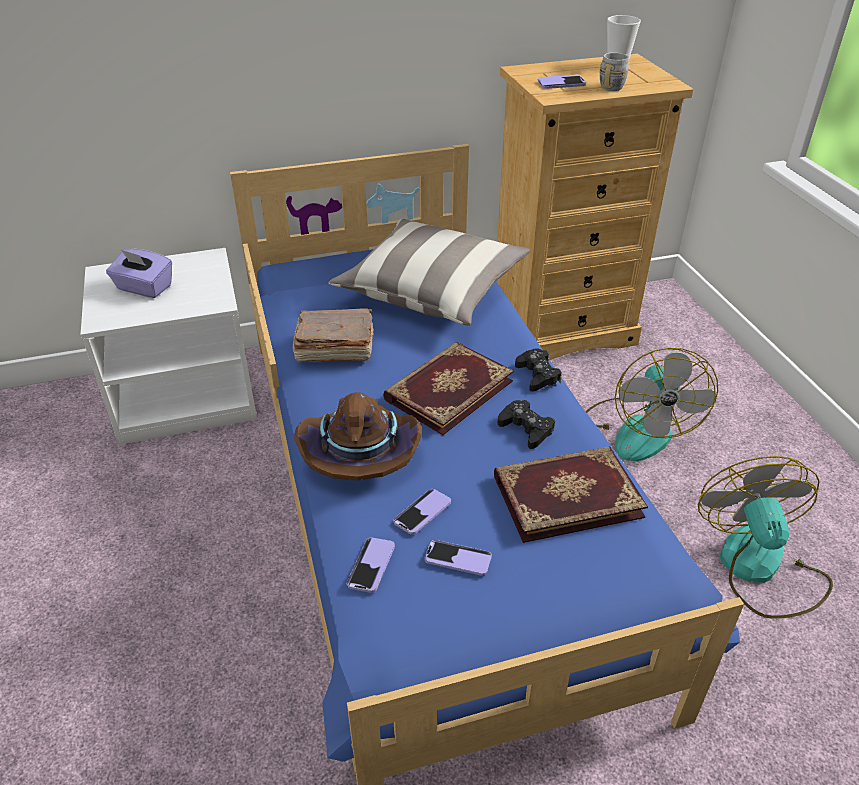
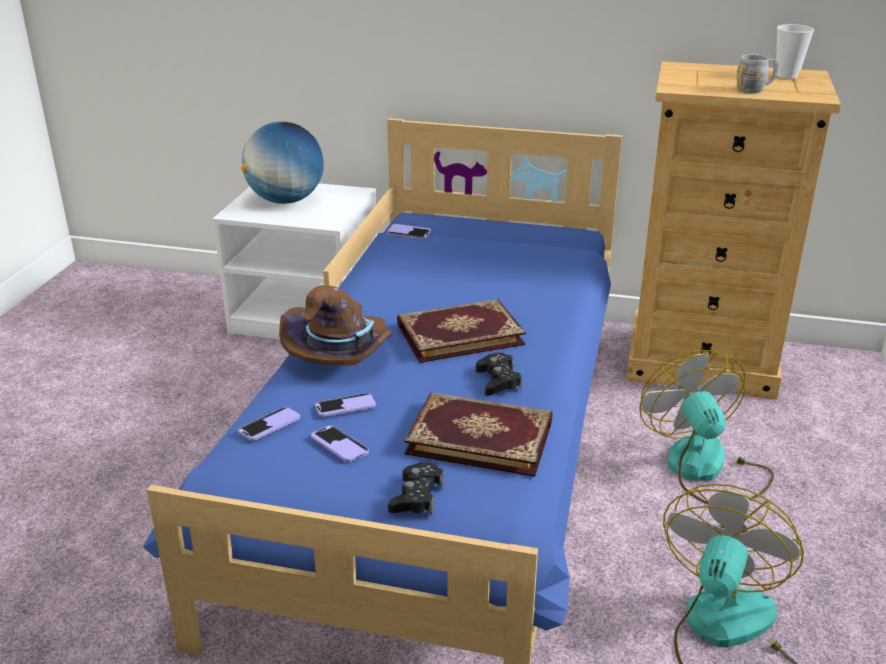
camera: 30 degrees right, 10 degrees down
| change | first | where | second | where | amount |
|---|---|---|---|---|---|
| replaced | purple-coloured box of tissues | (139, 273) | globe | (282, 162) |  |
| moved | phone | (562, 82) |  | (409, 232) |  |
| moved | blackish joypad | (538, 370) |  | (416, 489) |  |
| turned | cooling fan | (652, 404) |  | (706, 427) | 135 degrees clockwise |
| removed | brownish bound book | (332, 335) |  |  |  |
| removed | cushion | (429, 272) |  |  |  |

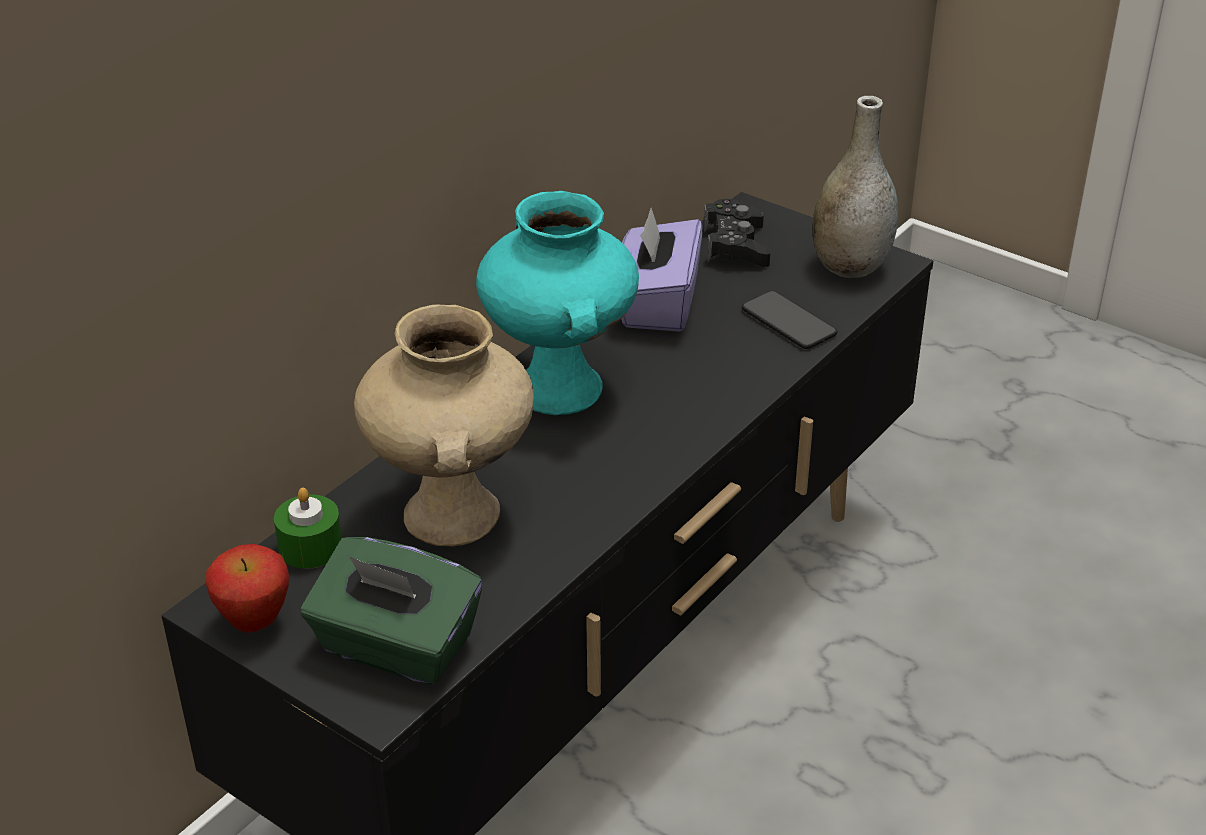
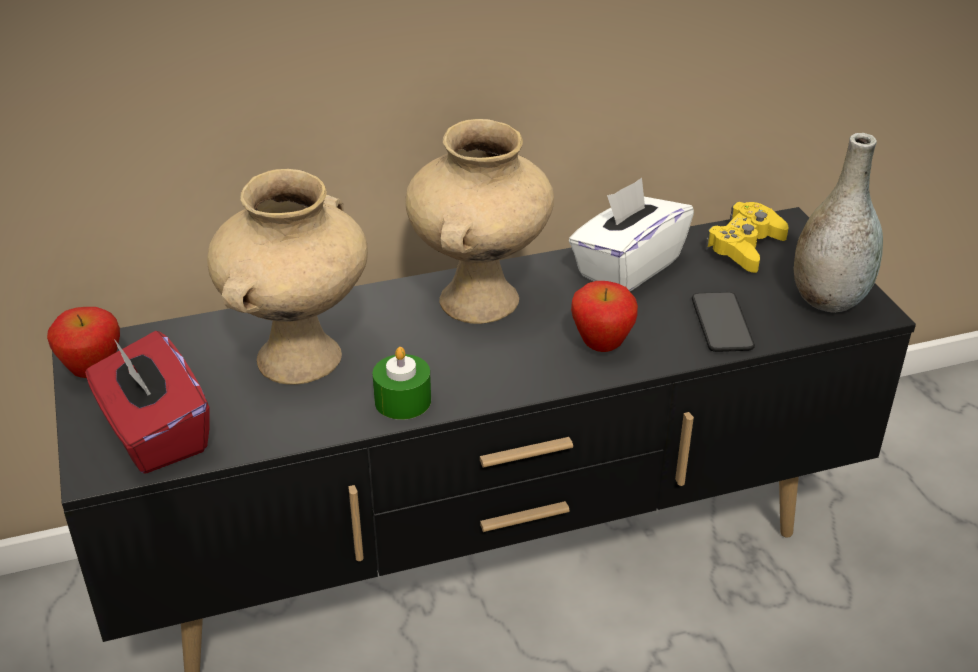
camera: 35 degrees right, 0 degrees up
| change | first | where | second | where | amount |
|---|---|---|---|---|---|
| recoloured | green box of tissues | (392, 611) | red box of tissues | (147, 402) |  |
| moved | green wax candle | (308, 528) |  | (401, 383) |  |
| recoloured | turquoise-coloured flower vase | (557, 303) | sand-coloured flower vase | (480, 221) |  |
| recoloured | purple-coloured box of tissues | (661, 270) | white box of tissues | (631, 234) |  |
| added |  |  | whole apple | (604, 316) |  |
| recoloured | blackish joypad | (737, 233) | yellowish joypad | (747, 237) |  |

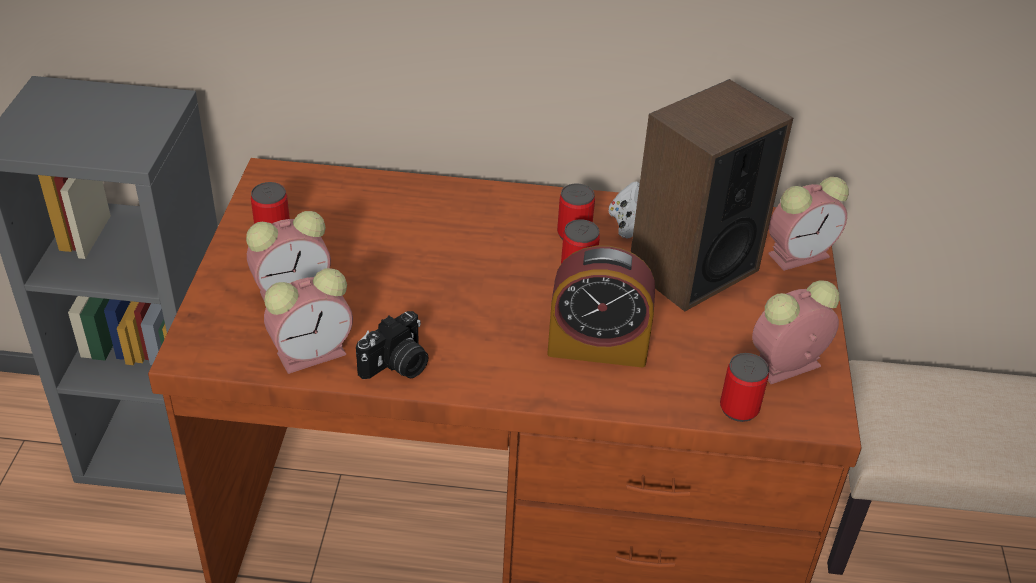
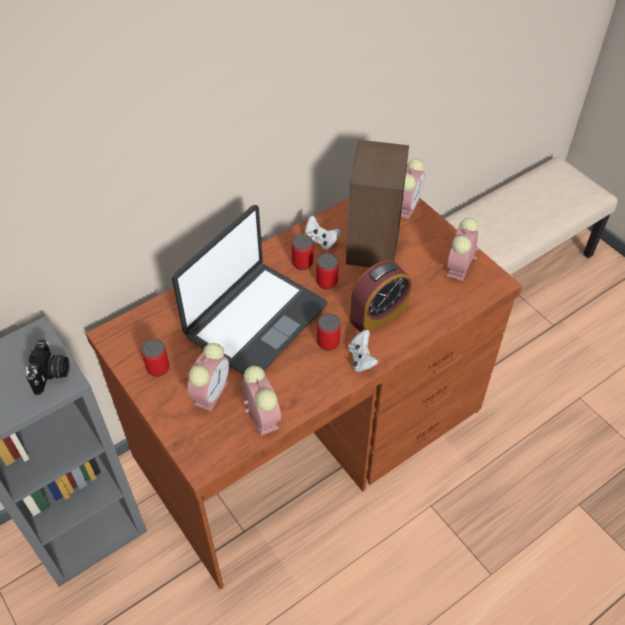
camera: 40 degrees left, 10 degrees up
| change | first | where | second | where | amount |
|---|---|---|---|---|---|
| moved | photo camera | (392, 345) |  | (47, 367) |  |
| added |  |  | laptop | (249, 290) |  |
| turned | bedside clock | (308, 321) |  | (261, 401) | 45 degrees counterclockwise |
| moved | can | (744, 387) |  | (329, 332) |  |
| added |  |  | white joypad | (363, 351) |  |

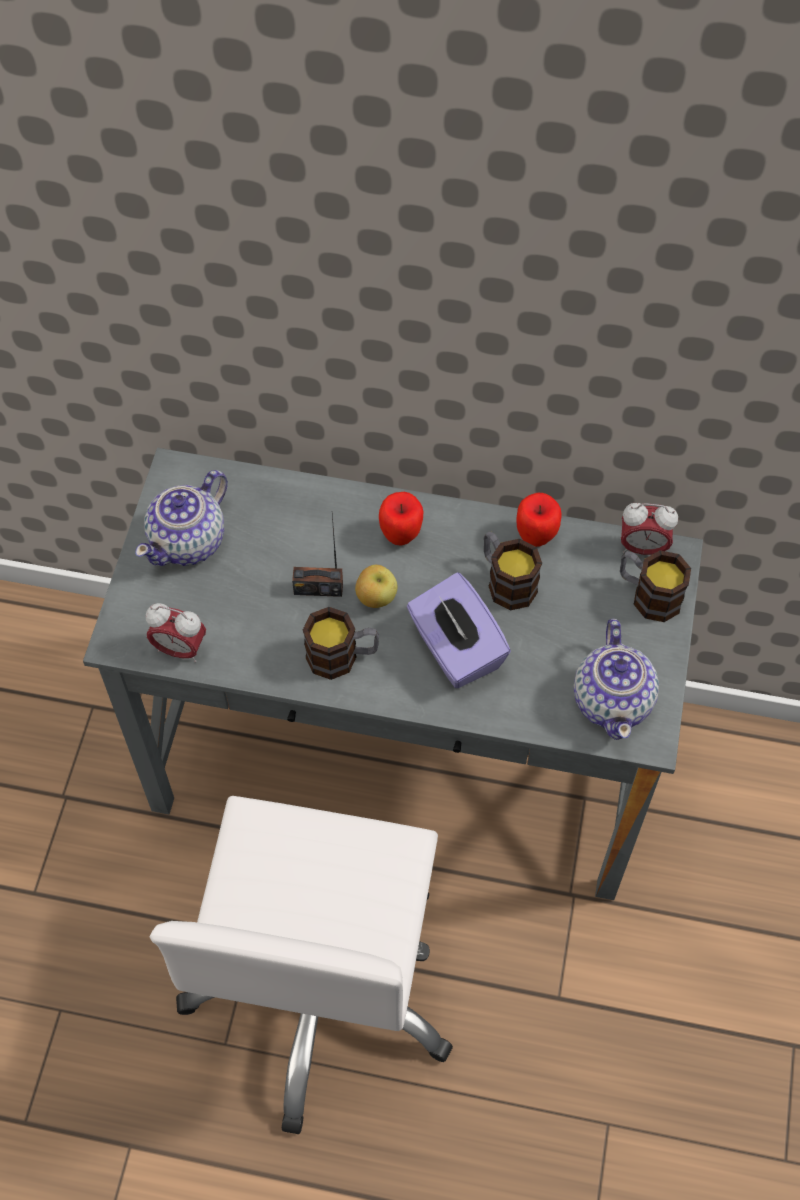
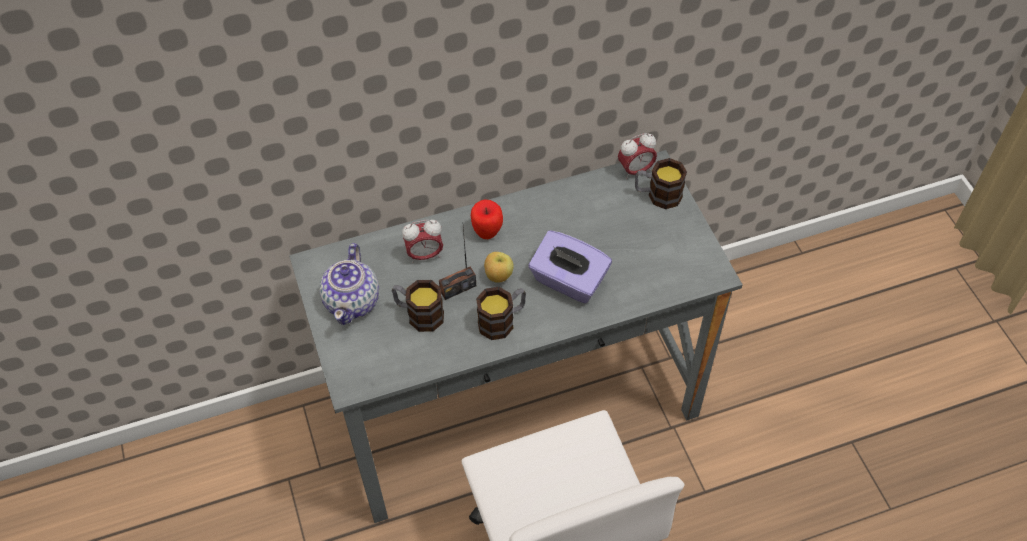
camera: 30 degrees left, 5 degrees down
| change | first | where | second | where | amount |
|---|---|---|---|---|---|
| moved | tea mug | (513, 571) |  | (418, 306) |  |
| moved | bedside clock | (176, 632) |  | (422, 241) |  |
| removed | whole apple | (538, 520) |  |  |  |
| removed | tea pot | (616, 679) |  |  |  |

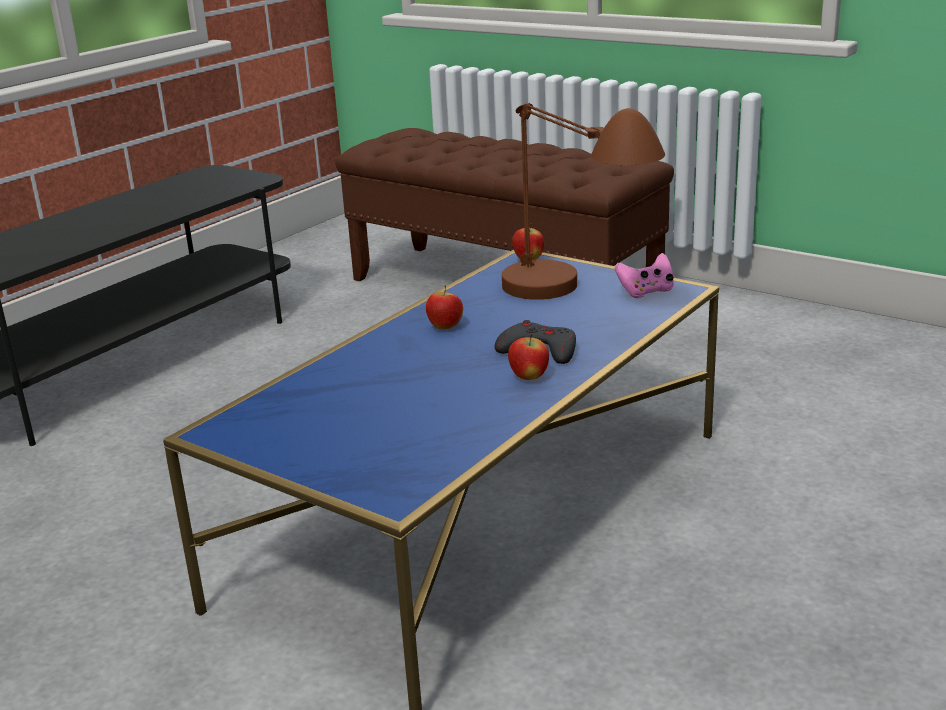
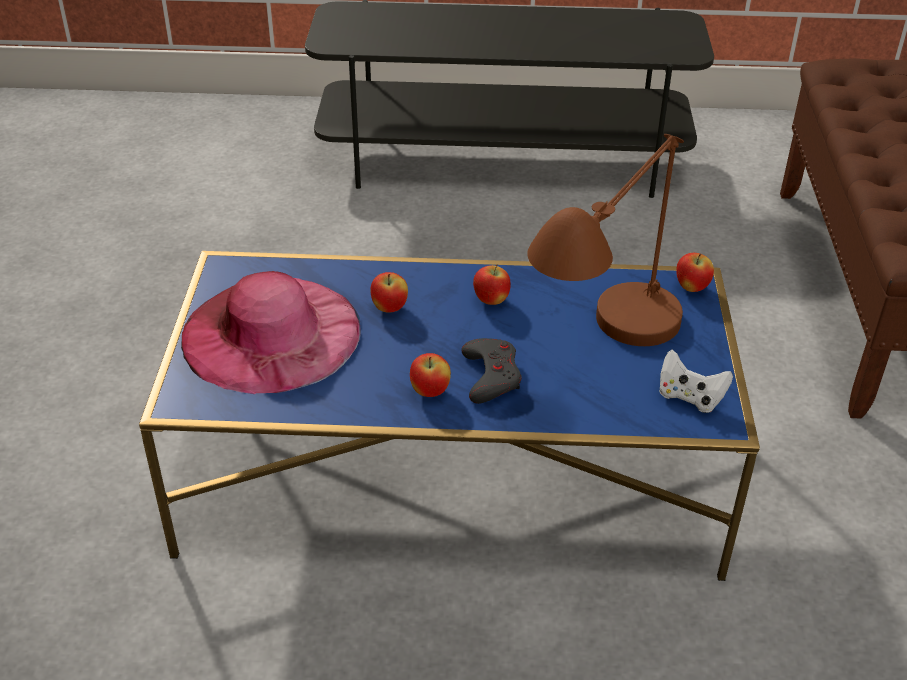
camera: 55 degrees right, 15 degrees up
| change | first | where | second | where | amount |
|---|---|---|---|---|---|
| added |  |  | pink wearable hat | (271, 332) |  |
| added |  |  | whole apple | (389, 292) |  |
| recoloured | pink joypad | (644, 275) | white joypad | (696, 381) |  |

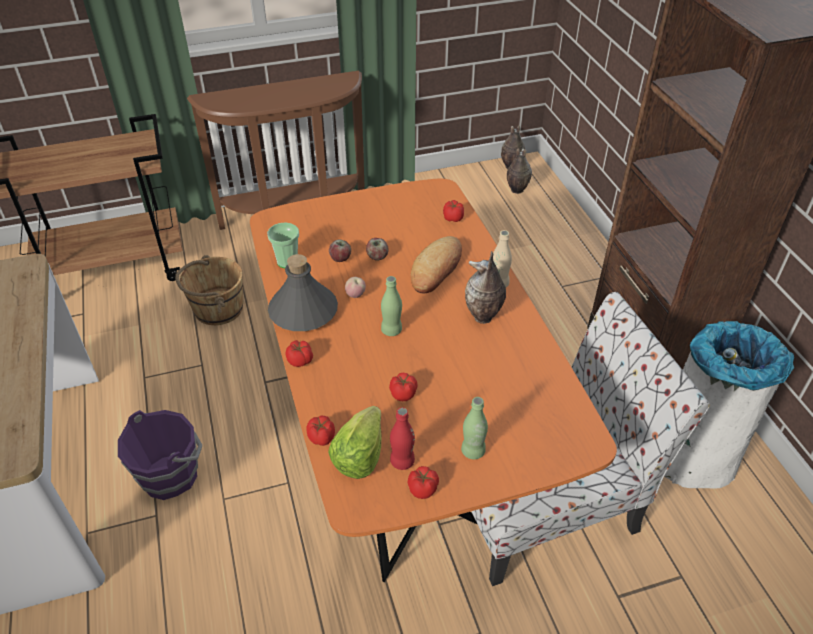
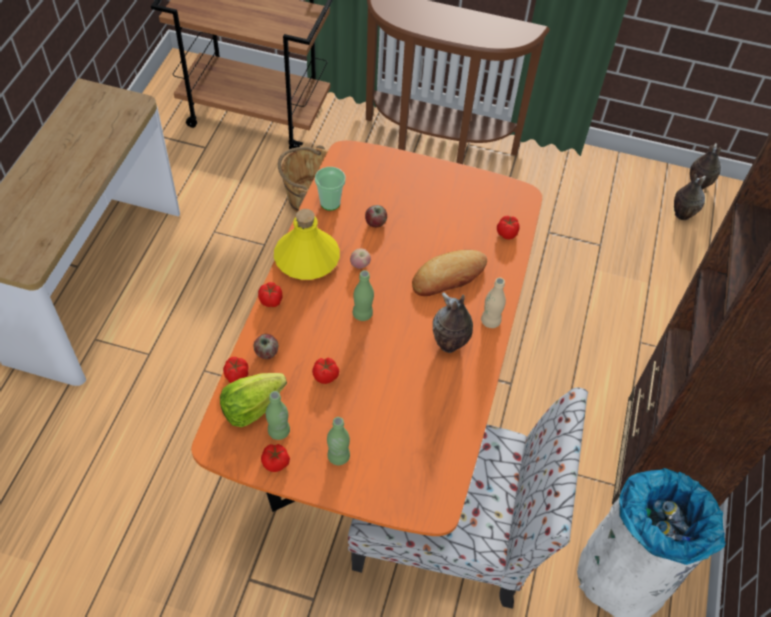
camera: 30 degrees right, 10 degrees up
| change | first | where | second | where | amount |
|---|---|---|---|---|---|
| moved | whole apple | (377, 249) |  | (266, 346) |  |
| recoloured | red bottle | (402, 438) | green bottle | (278, 415) |  |
| recoloured | greyish bottle | (303, 292) | yellowish bottle | (307, 244) |  |
| removed | purple-coloured pail | (160, 455) |  |  |  |

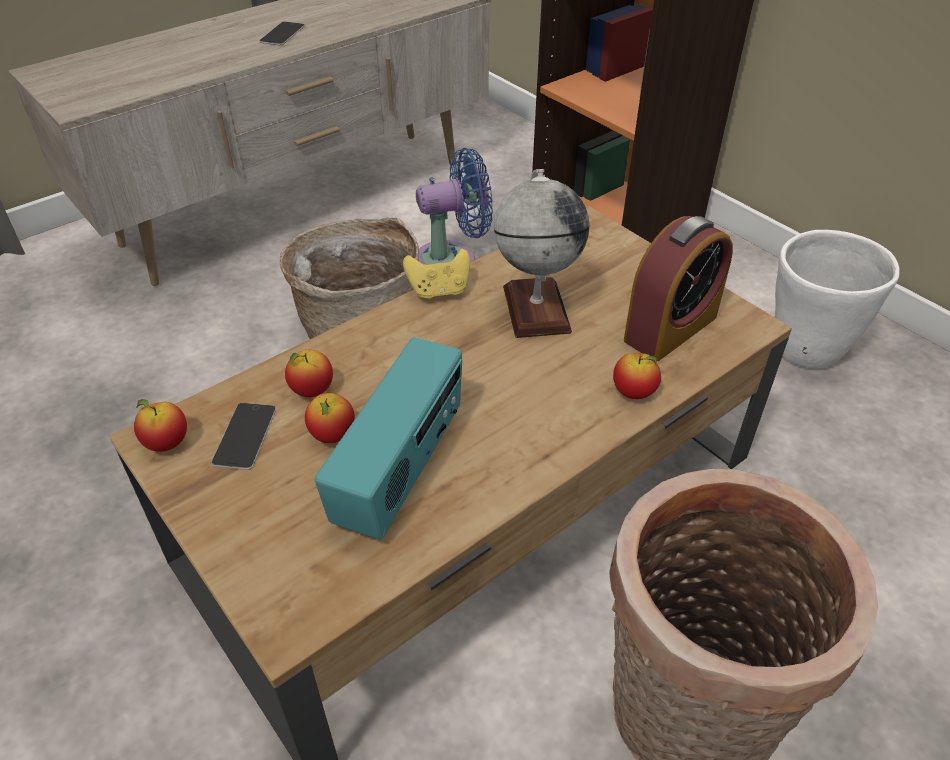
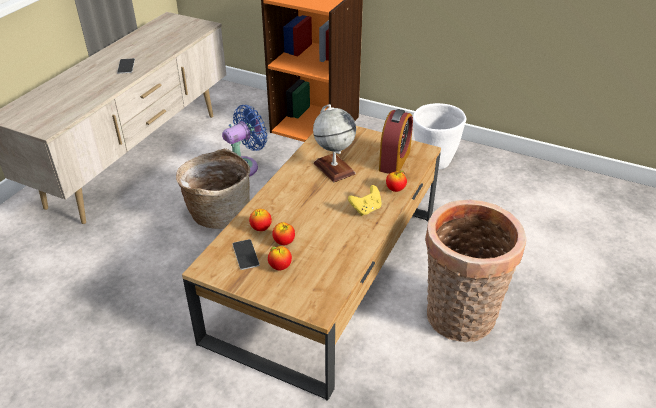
camera: 25 degrees left, 5 degrees down
| change | first | where | second | where | amount |
|---|---|---|---|---|---|
| moved | whole apple | (160, 425) |  | (280, 258) |  |
| moved | yellowish joypad | (436, 274) |  | (365, 200) |  |
| removed | radio | (388, 438) |  |  |  |

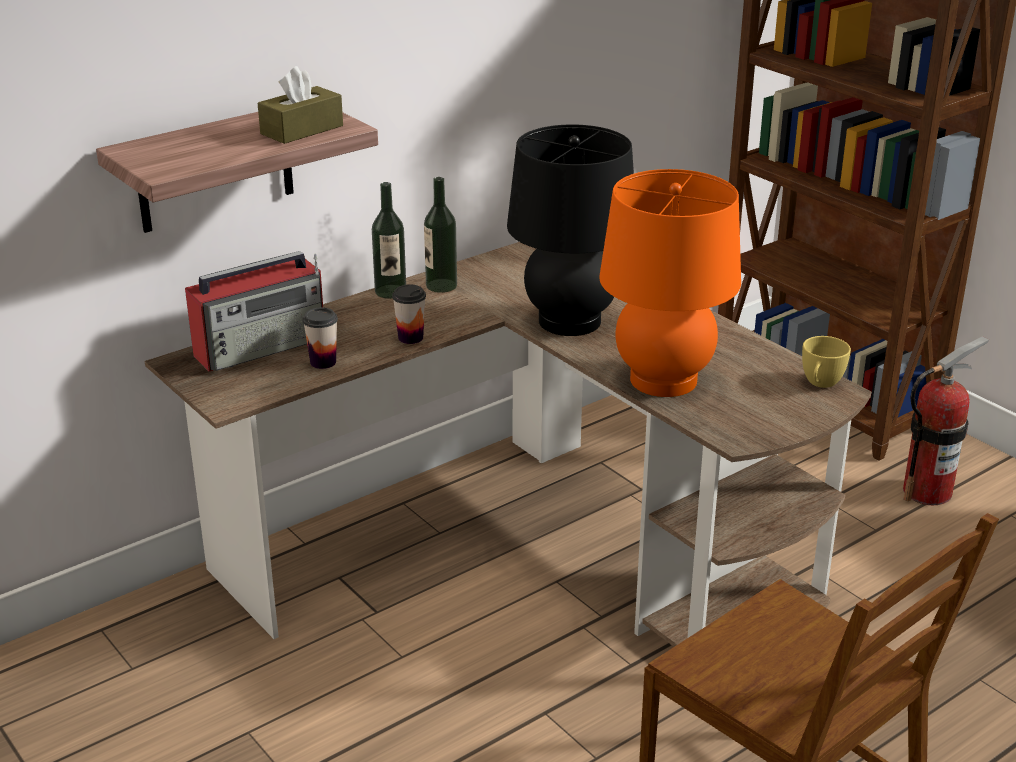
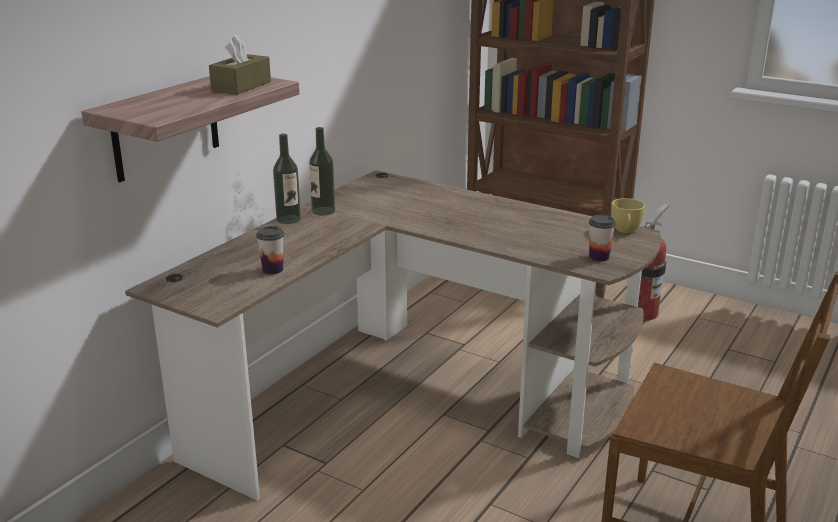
camera: 20 degrees left, 5 degrees down
| change | first | where | second | where | amount |
|---|---|---|---|---|---|
| moved | small cup | (409, 314) |  | (602, 238) |  |
| removed | radio | (254, 311) |  |  |  |
| removed | blackish lamp for a table | (570, 230) |  |  |  |
| removed | orange lamp for a table | (670, 283) |  |  |  |

